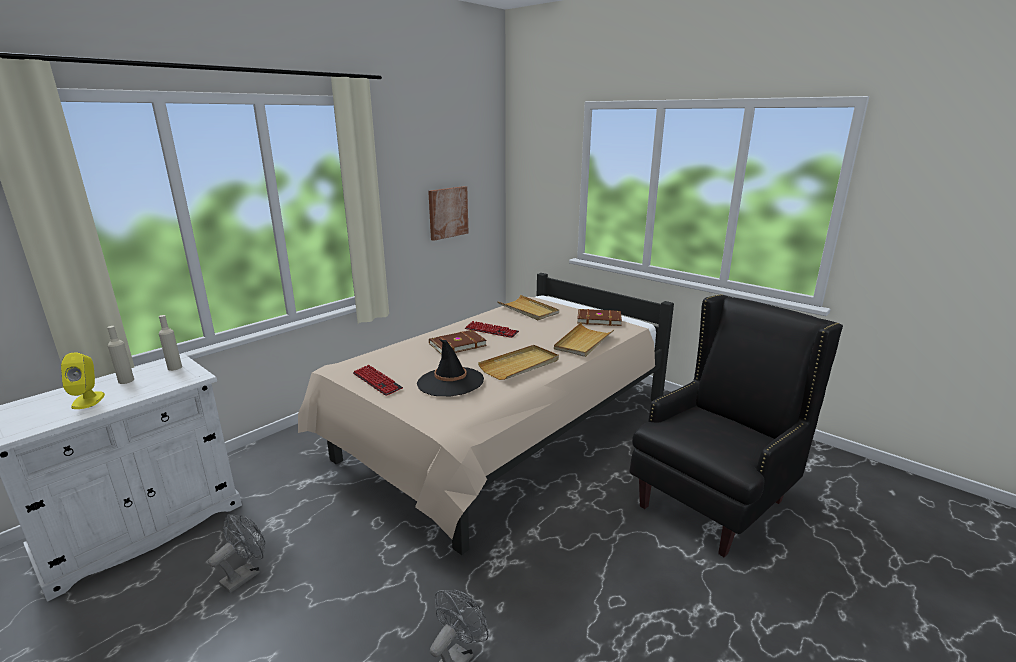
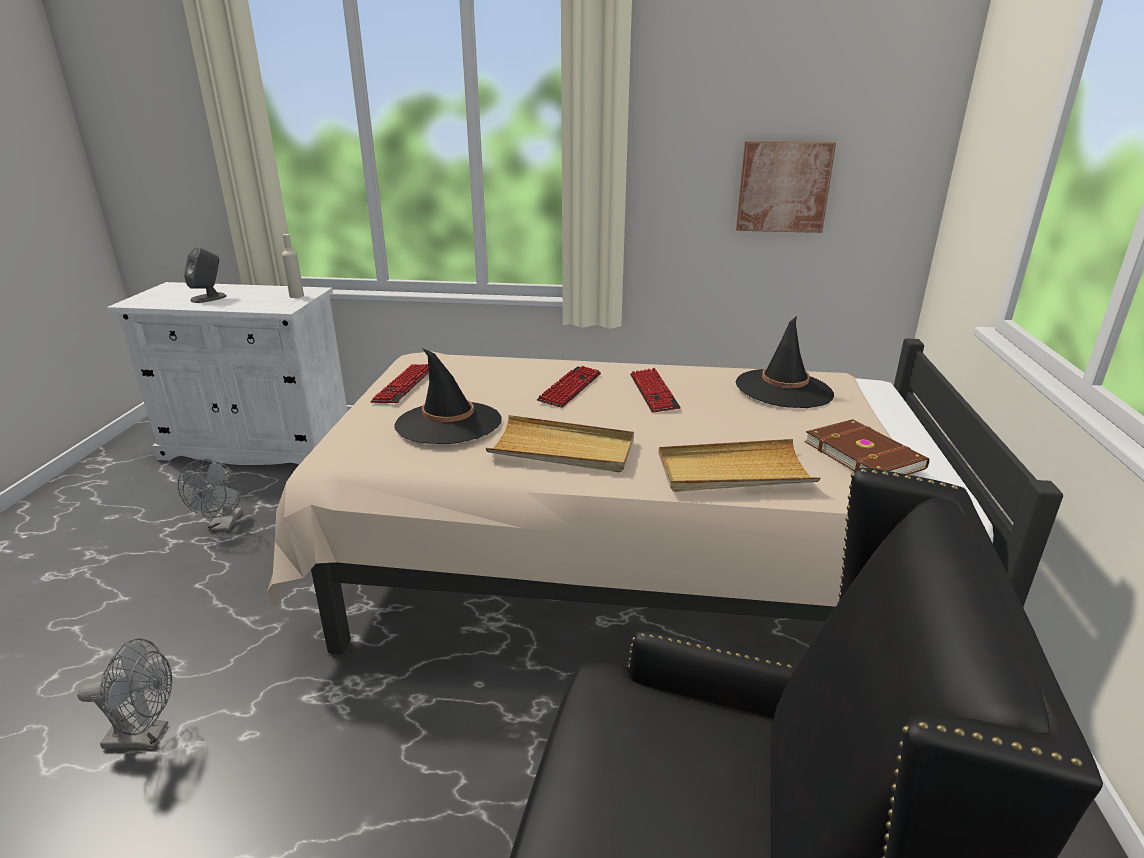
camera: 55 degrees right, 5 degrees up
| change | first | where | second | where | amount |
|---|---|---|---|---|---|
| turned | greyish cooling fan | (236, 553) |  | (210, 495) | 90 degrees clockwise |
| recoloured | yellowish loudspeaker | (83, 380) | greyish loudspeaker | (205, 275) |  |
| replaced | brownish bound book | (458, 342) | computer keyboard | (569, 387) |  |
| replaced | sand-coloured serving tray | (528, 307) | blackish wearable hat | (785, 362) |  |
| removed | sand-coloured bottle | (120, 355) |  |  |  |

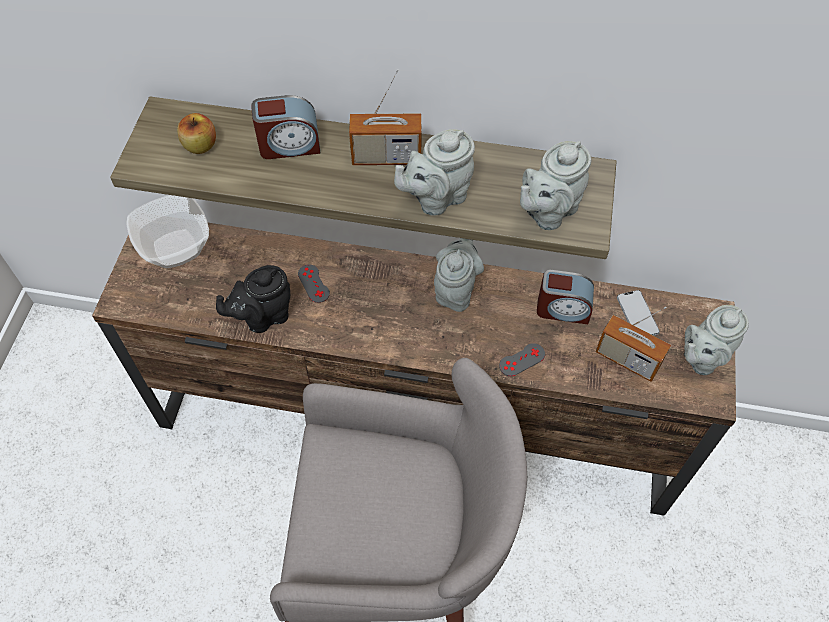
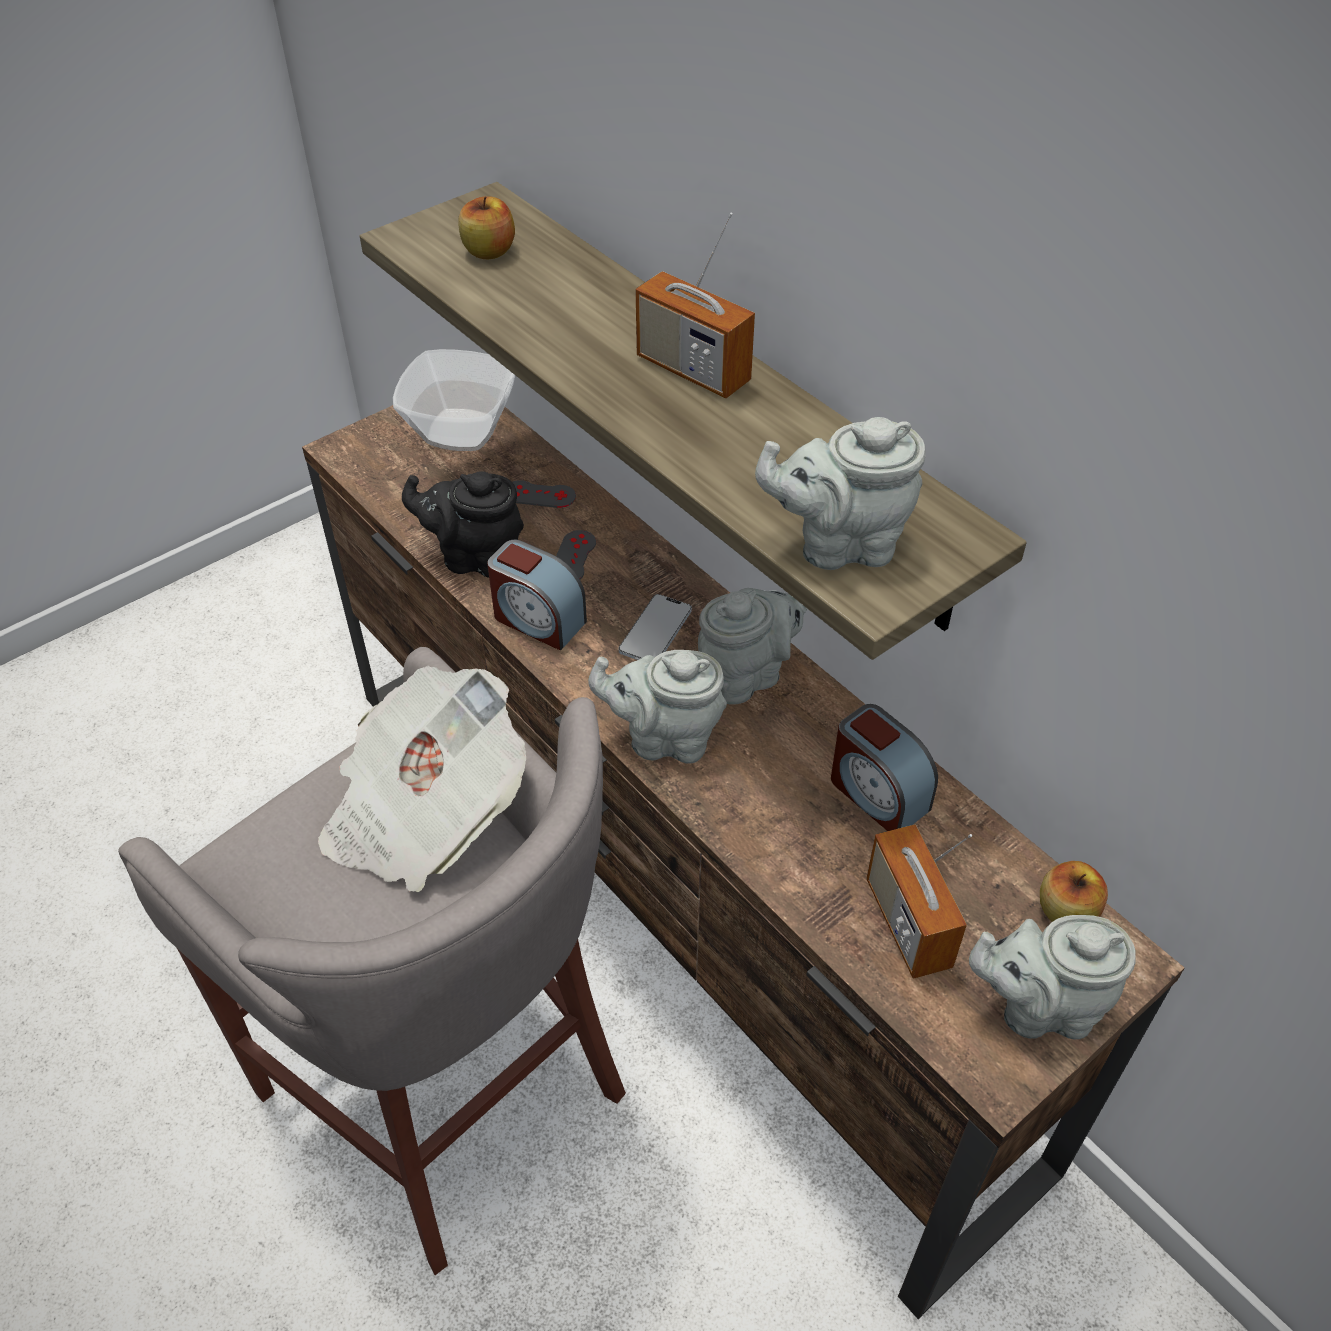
camera: 40 degrees right, 10 degrees down
| change | first | where | second | where | amount |
|---|---|---|---|---|---|
| added |  |  | newspaper | (422, 779) |  |
| moved | bedside clock | (285, 127) |  | (537, 594) |  |
| moved | greyish joypad | (522, 359) |  | (544, 494) |  |
| moved | greyish tea pot | (434, 172) |  | (657, 707) |  |
| moved | phone | (638, 313) |  | (655, 627) |  |
| added |  |  | whole apple | (1074, 891) |  |

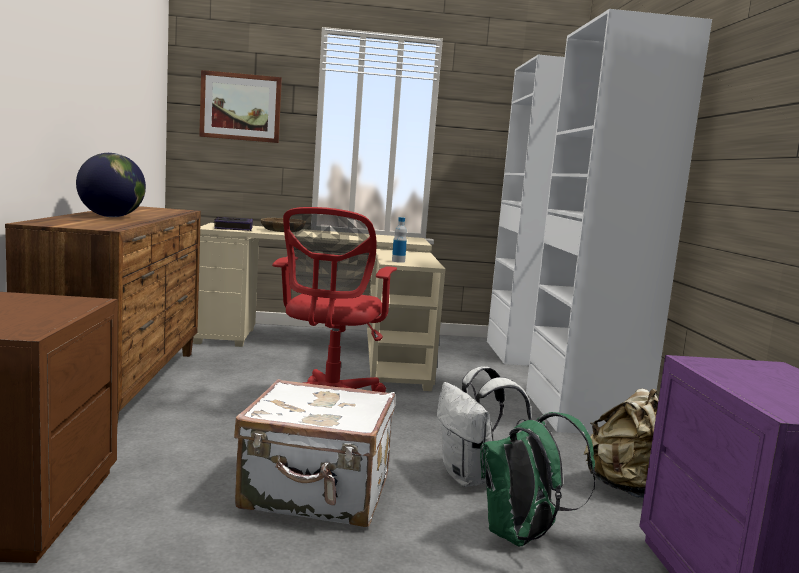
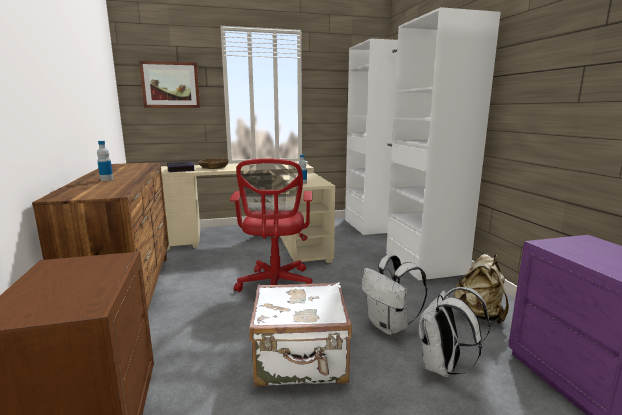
camera: 10 degrees left, 5 degrees up
| change | first | where | second | where | amount |
|---|---|---|---|---|---|
| replaced | globe | (111, 185) | bottle | (105, 161) |  |
| recoloured | green knapsack | (538, 479) | white knapsack | (454, 332) |  |

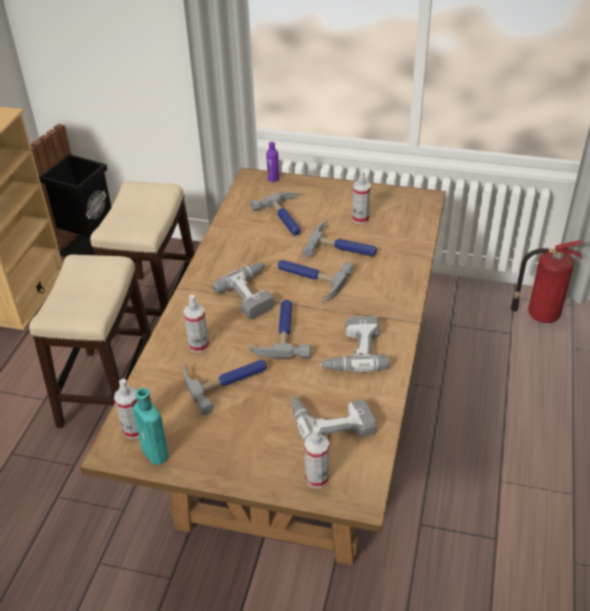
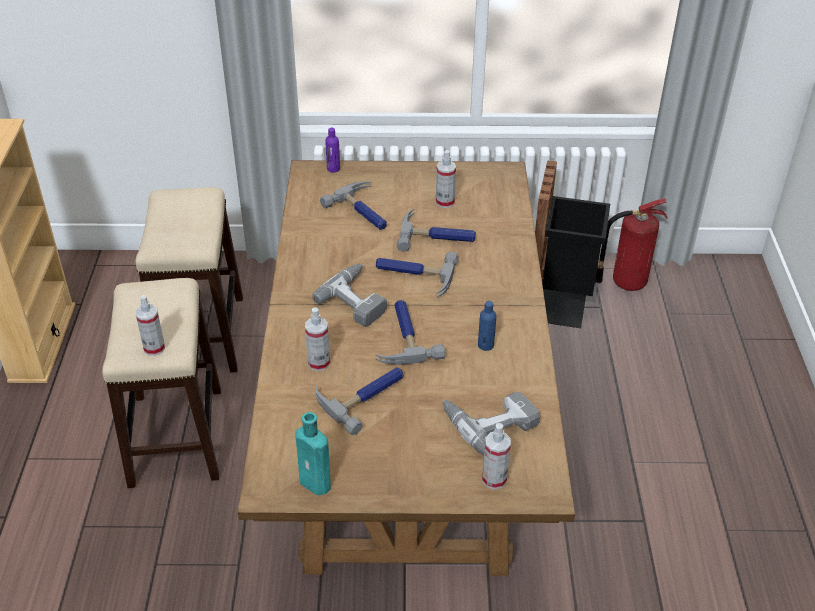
camera: 15 degrees left, 0 degrees up
| change | first | where | second | where | amount |
|---|---|---|---|---|---|
| moved | spray bottle | (126, 409) |  | (150, 325) |  |
| replaced | electric drill | (355, 344) | blue bottle | (487, 326) |  |
| moved | blackish rubbish bin | (71, 190) |  | (572, 244) |  |

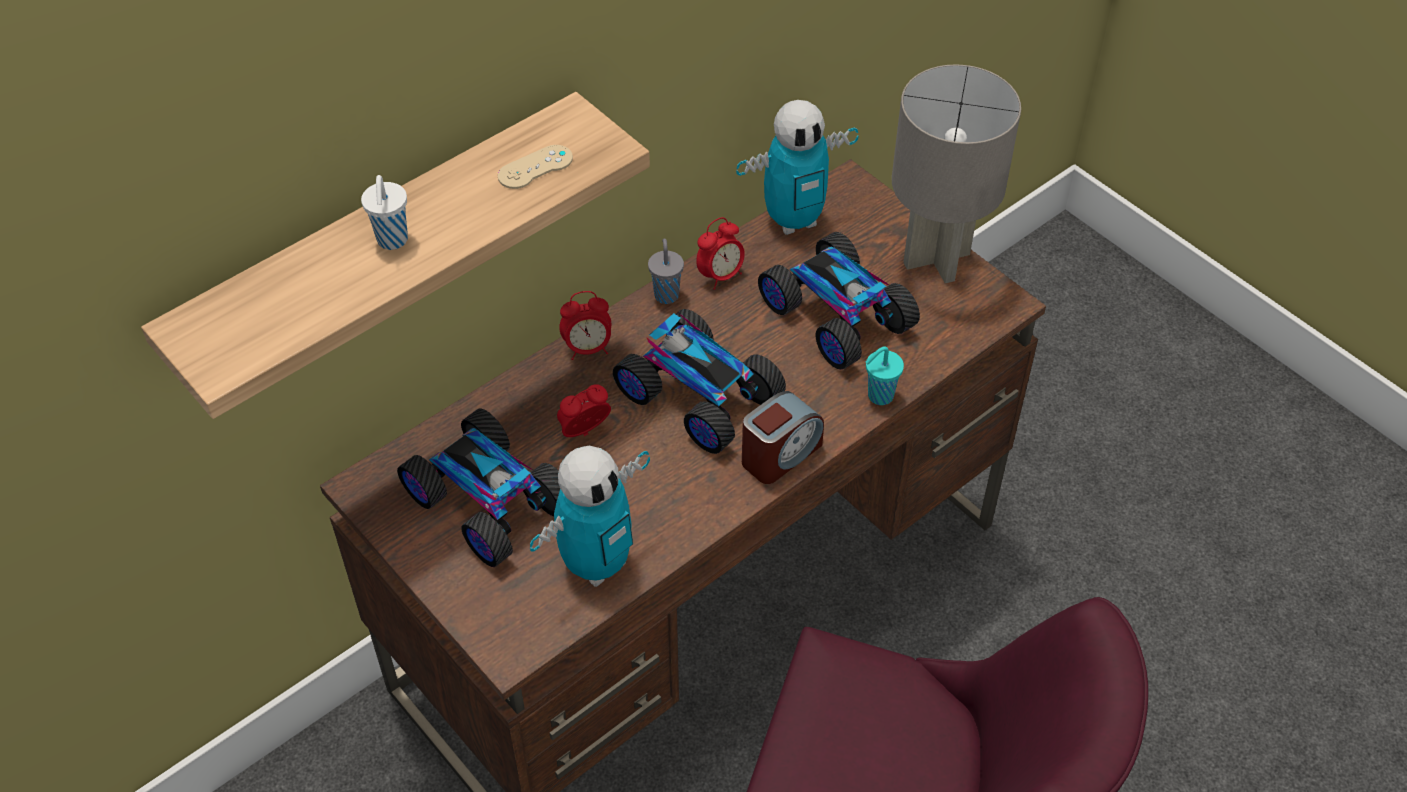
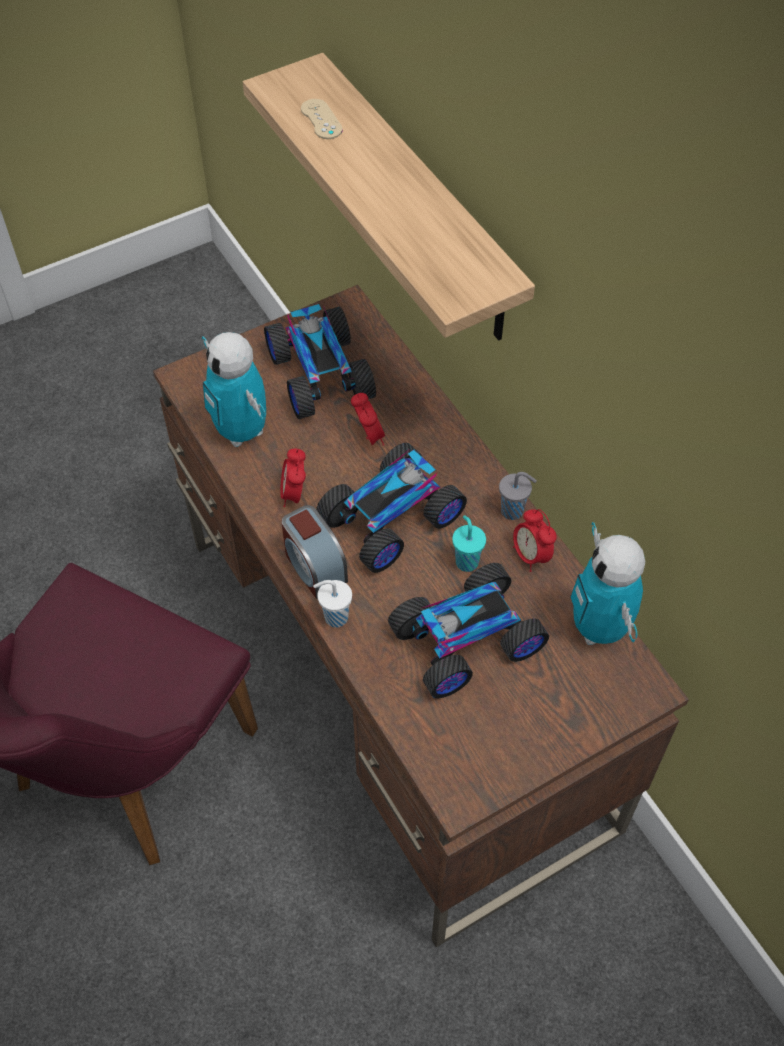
camera: 100 degrees right, 5 degrees up
| change | first | where | second | where | amount |
|---|---|---|---|---|---|
| turned | miniature car | (478, 487) |  | (320, 361) | 105 degrees clockwise |
| moved | bedside clock | (585, 325) |  | (293, 477) |  |
| moved | sand-coloured joypad | (535, 167) |  | (322, 119) |  |
| moved | white small cup | (384, 212) |  | (332, 604) |  |
| moved | turquoise-coloured small cup | (885, 376) |  | (469, 543) |  |
| removed | greyish lamp for a table | (956, 173) |  |  |  |

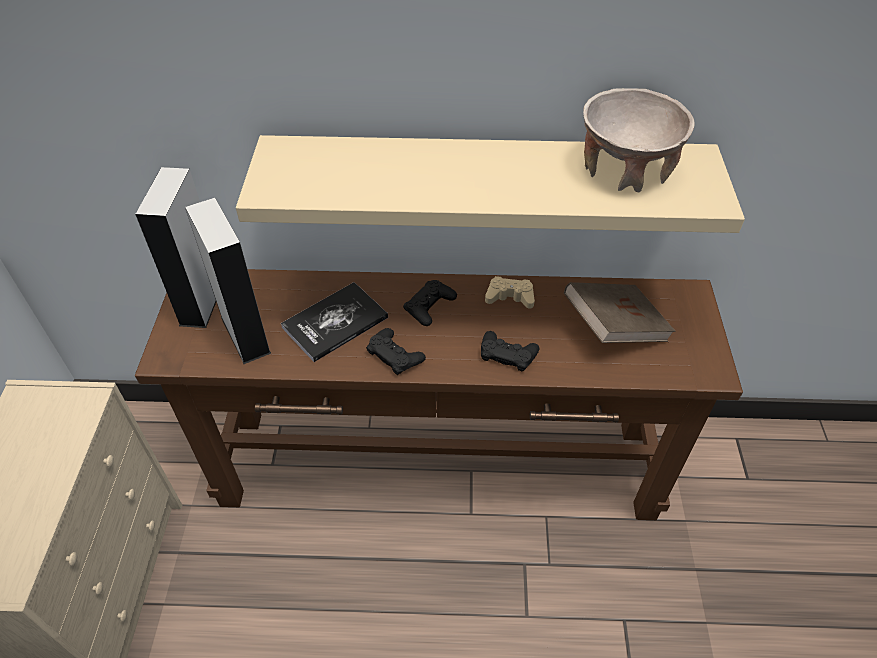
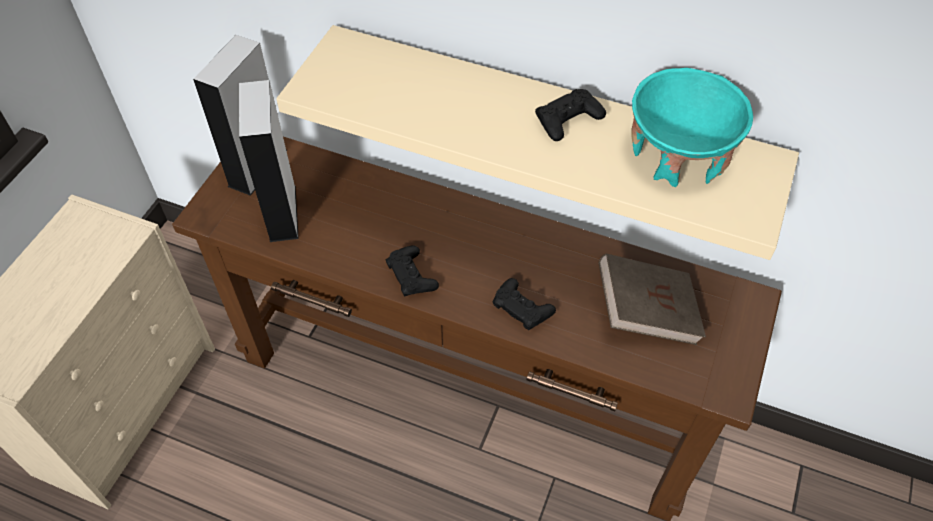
camera: 20 degrees right, 5 degrees up
| change | first | where | second | where | amount |
|---|---|---|---|---|---|
| moved | blackish joypad | (430, 303) |  | (570, 115) |  |
| recoloured | sand-coloured deep dish | (639, 140) | turquoise-coloured deep dish | (692, 127) |  |
| removed | bound book | (334, 322) |  |  |  |
| removed | sand-coloured joypad | (510, 292) |  |  |  |

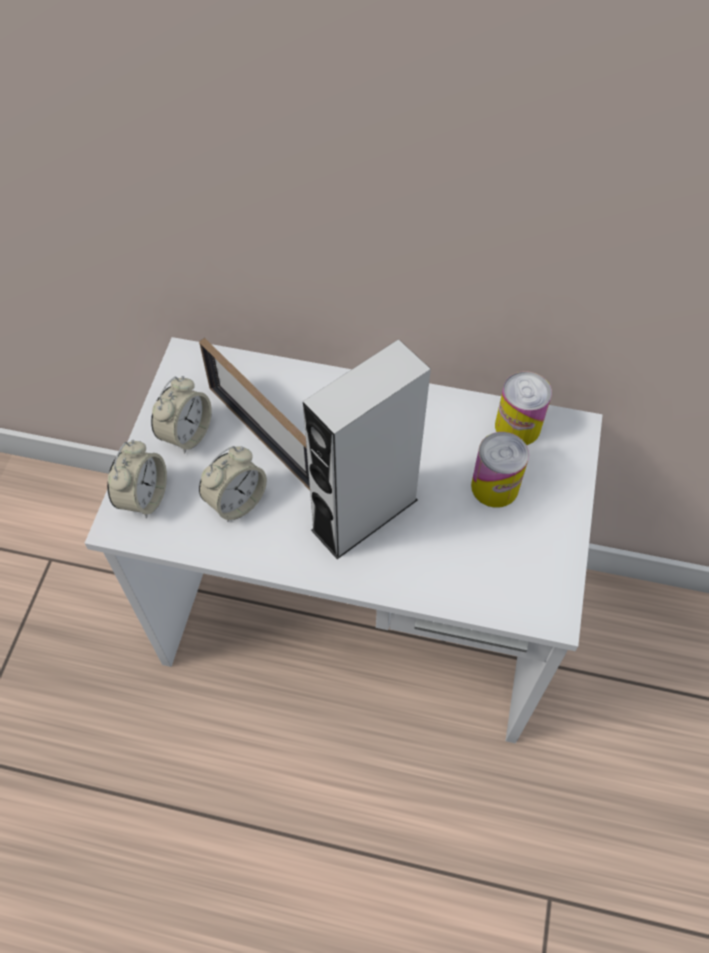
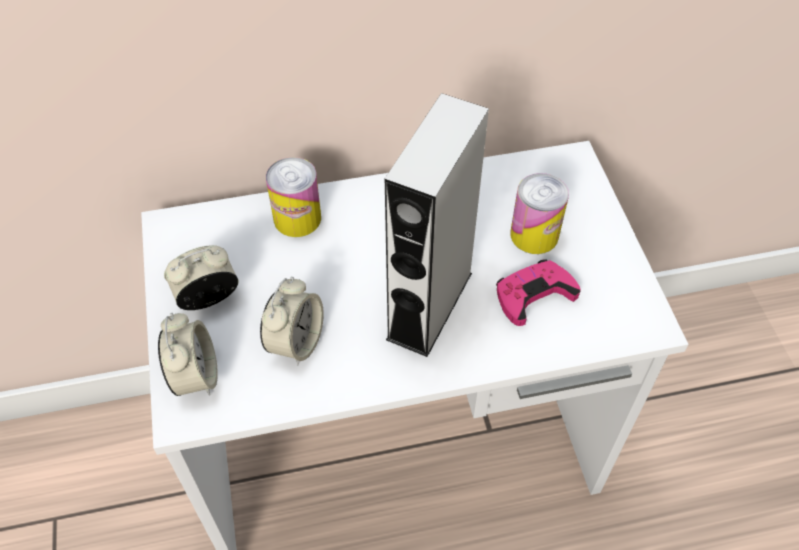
camera: 25 degrees left, 5 degrees down
| change | first | where | second | where | amount |
|---|---|---|---|---|---|
| turned | bedside clock | (181, 415) |  | (201, 277) | 120 degrees counterclockwise |
| moved | can | (523, 408) |  | (293, 197) |  |
| added |  |  | pink joypad | (538, 292) |  |
| removed | standing frame | (254, 414) |  |  |  |

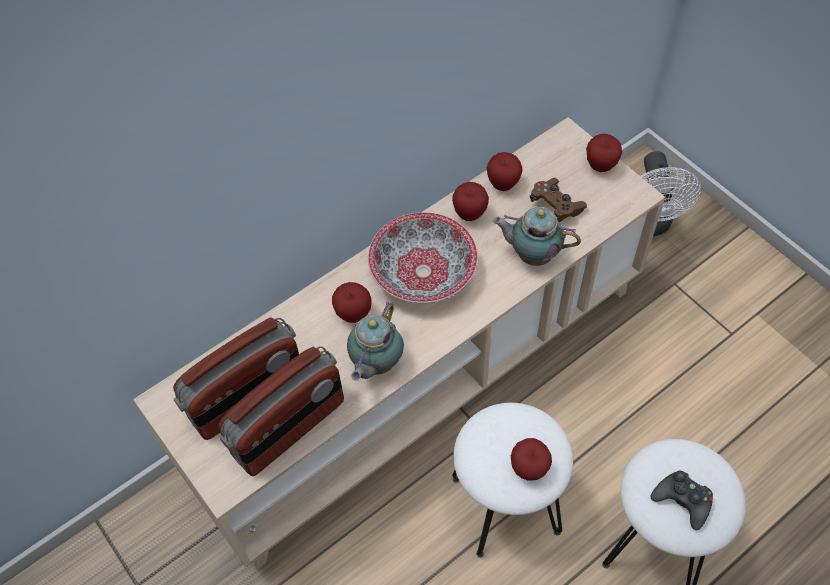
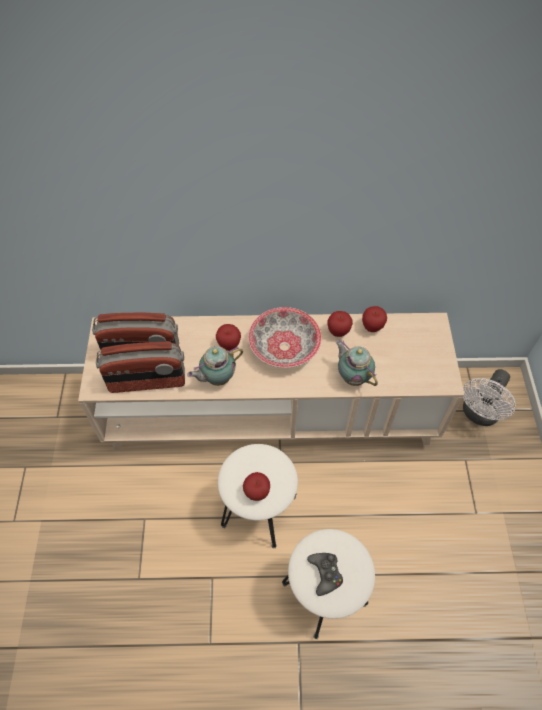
camera: 35 degrees right, 0 degrees up
| change | first | where | second | where | amount |
|---|---|---|---|---|---|
| removed | brownish joypad | (558, 200) |  |  |  |
| removed | whole apple | (604, 153) |  |  |  |

